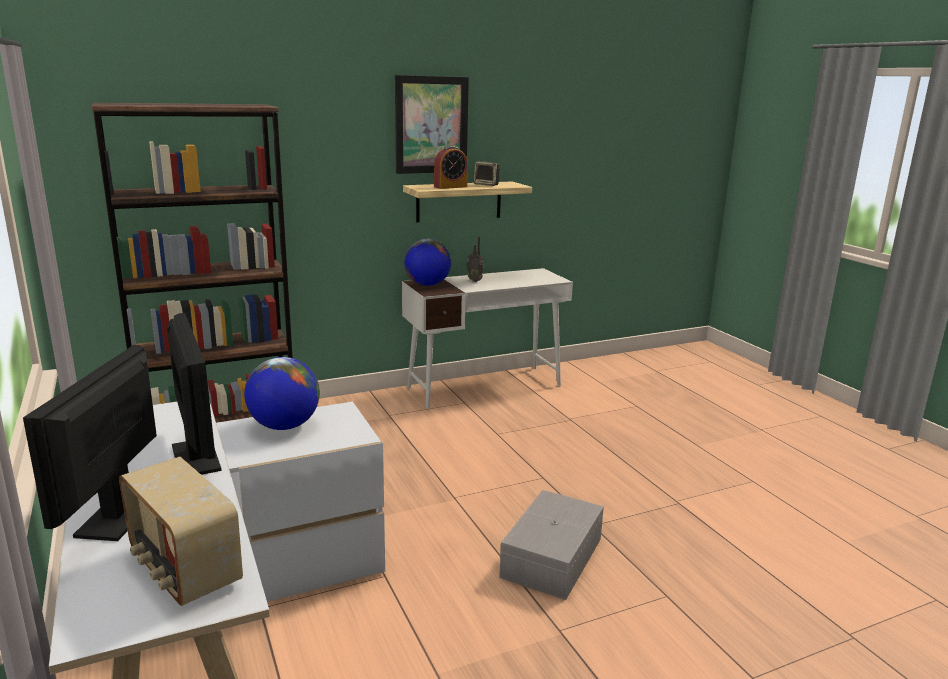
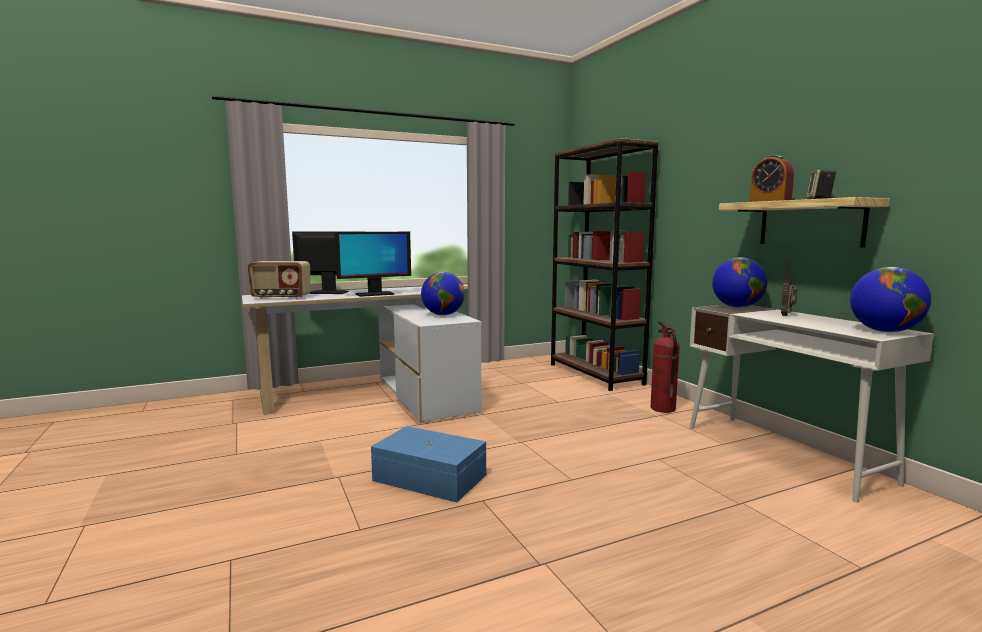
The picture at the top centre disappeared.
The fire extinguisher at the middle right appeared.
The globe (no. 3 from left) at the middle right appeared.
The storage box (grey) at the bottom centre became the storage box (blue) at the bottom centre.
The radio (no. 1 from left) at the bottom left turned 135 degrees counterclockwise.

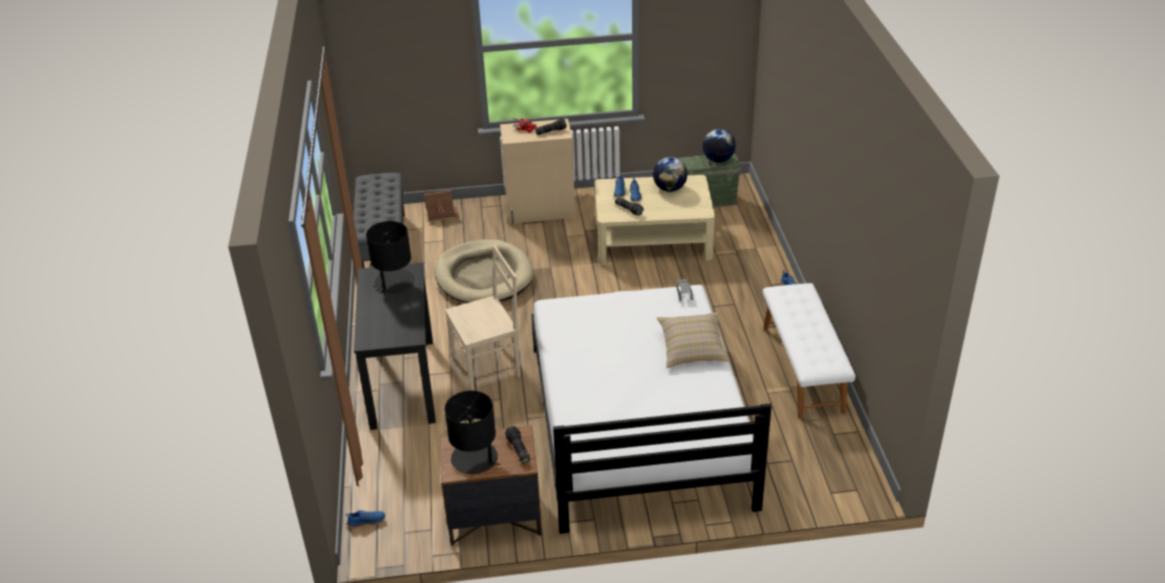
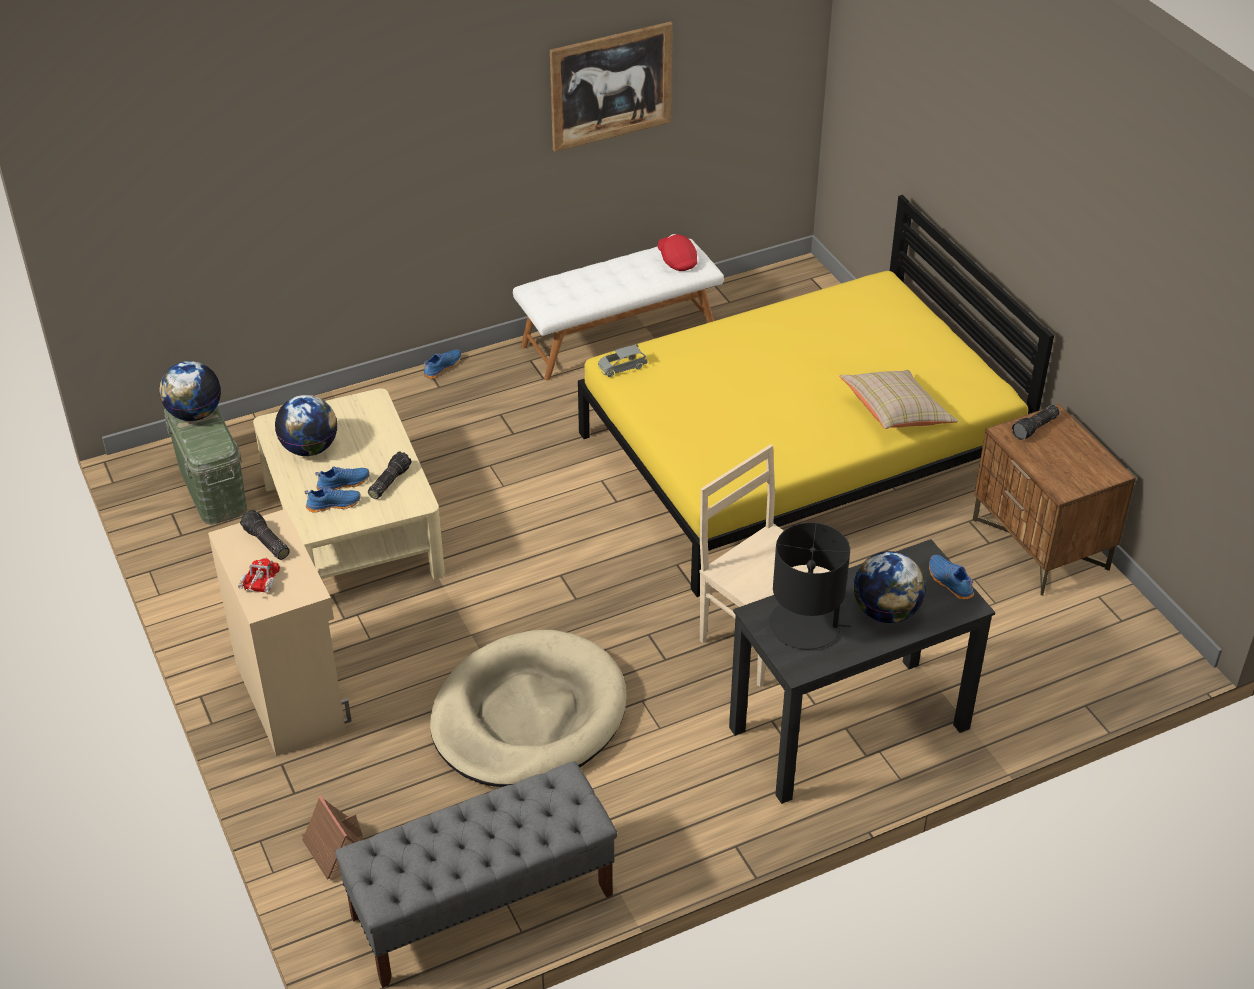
The table lamp (black) (no. 2 from left) at the bottom centre disappeared.
The picture at the top centre appeared.
The cap (red) at the top centre appeared.
The globe (no. 3 from left) at the middle right appeared.
The shoe (blue) (no. 1 from left in the first image) moved from the bottom left to the middle right.
The pillow (beige) moved from the centre to the middle right.
The bed (white) at the bottom centre became the bed (yellow) at the centre.

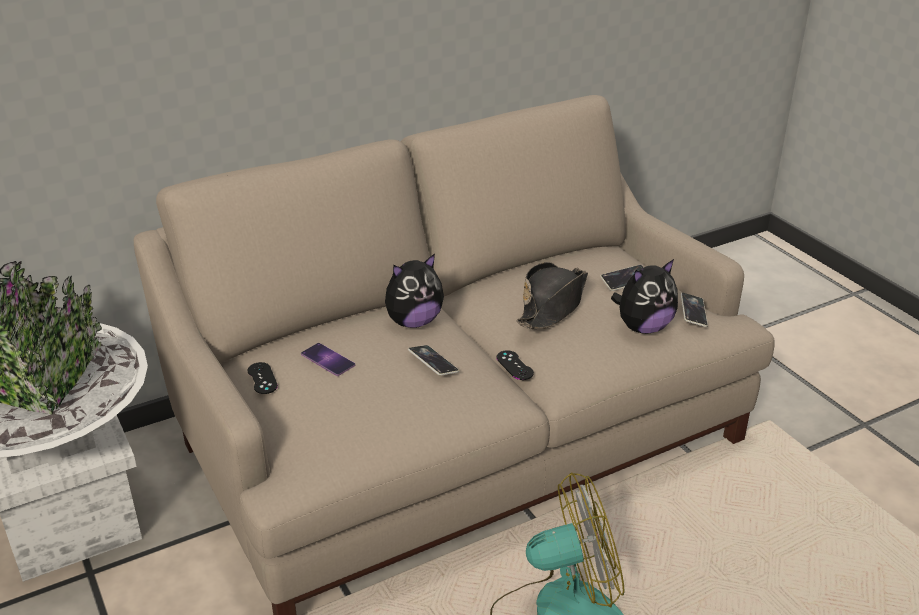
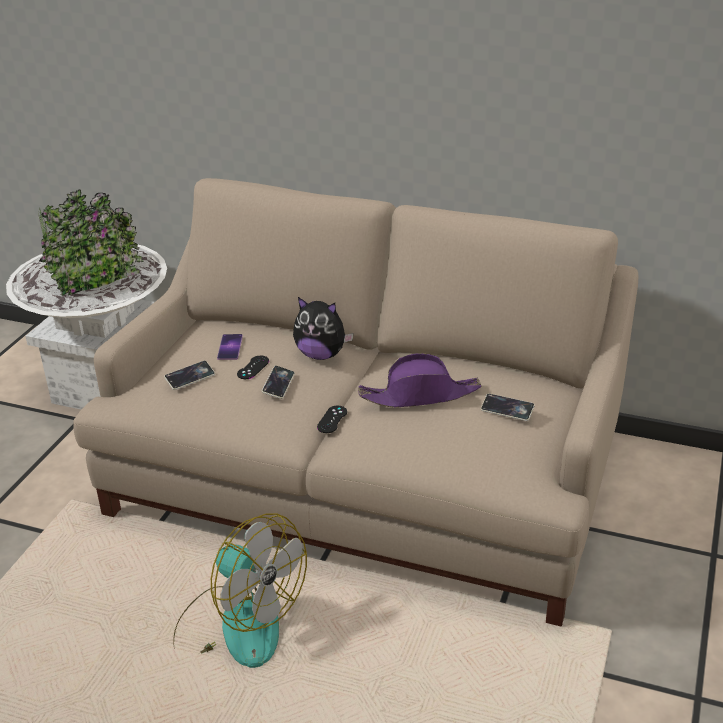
The plush toy (no. 2 from left) at the middle right disappeared.
The game controller (black) (no. 1 from left) moved from the middle left to the centre.
The phone (no. 4 from left in the first image) moved from the middle right to the middle left.
The hat (black) at the centre became the hat (purple) at the centre.

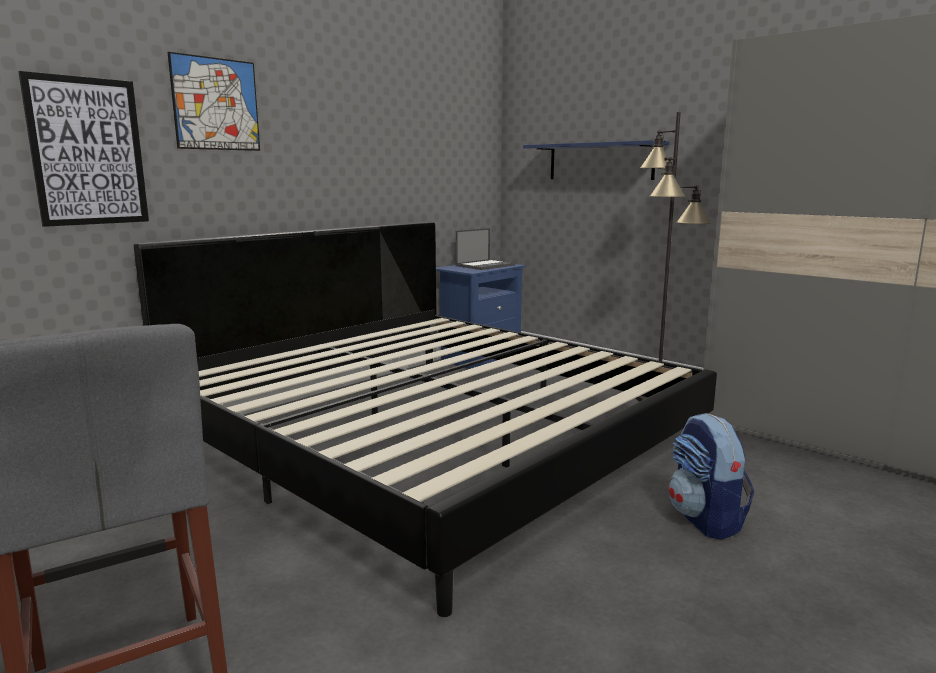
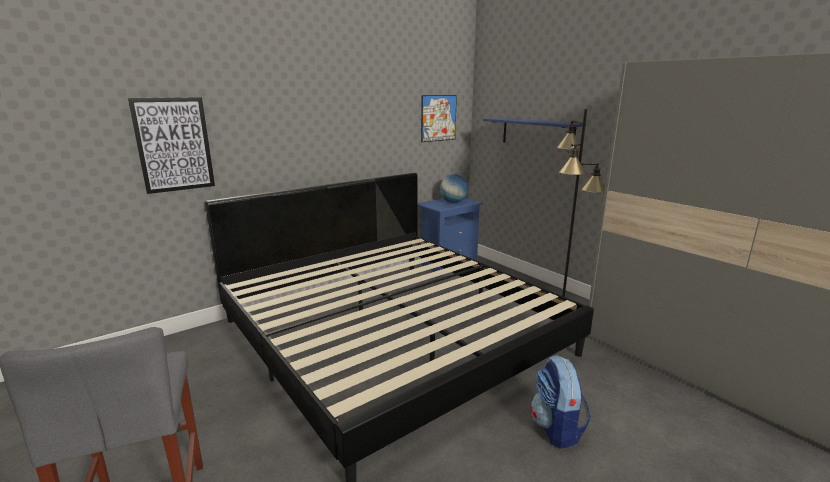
The picture (no. 2 from left) moved from the top left to the top centre.
The laptop at the centre was replaced by the globe at the centre.

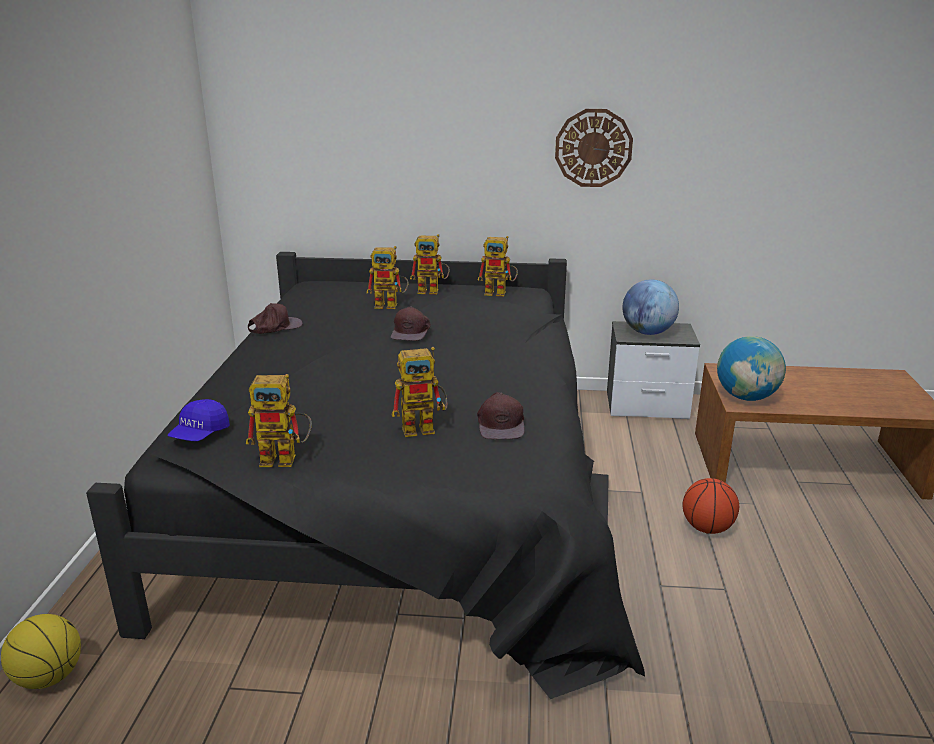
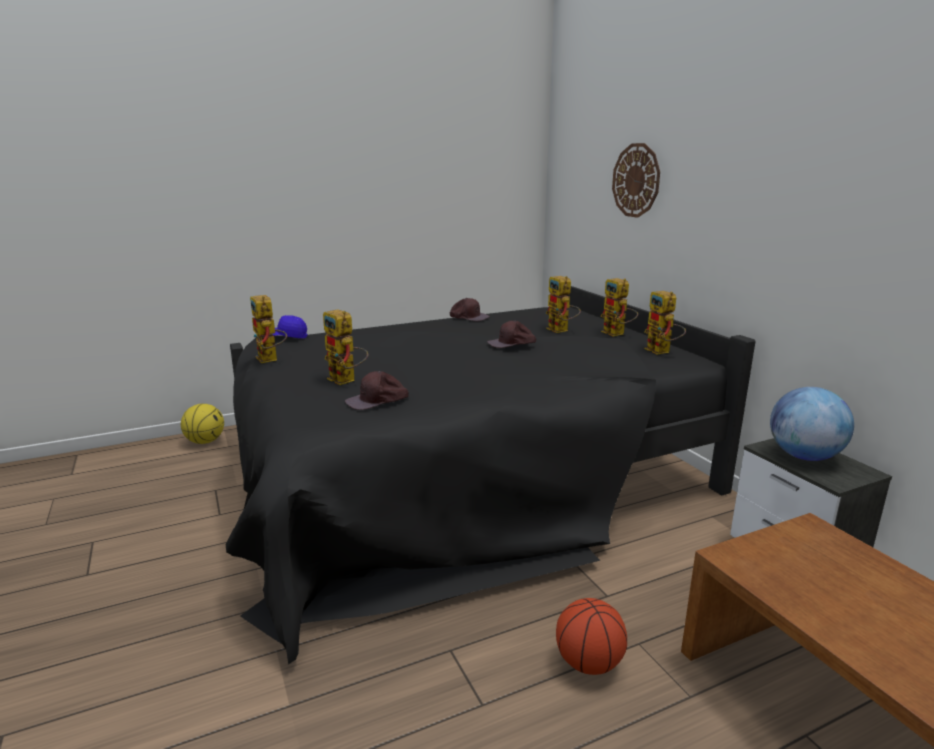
The globe (no. 2 from left) at the middle right disappeared.
The wall clock moved from the top centre to the top right.

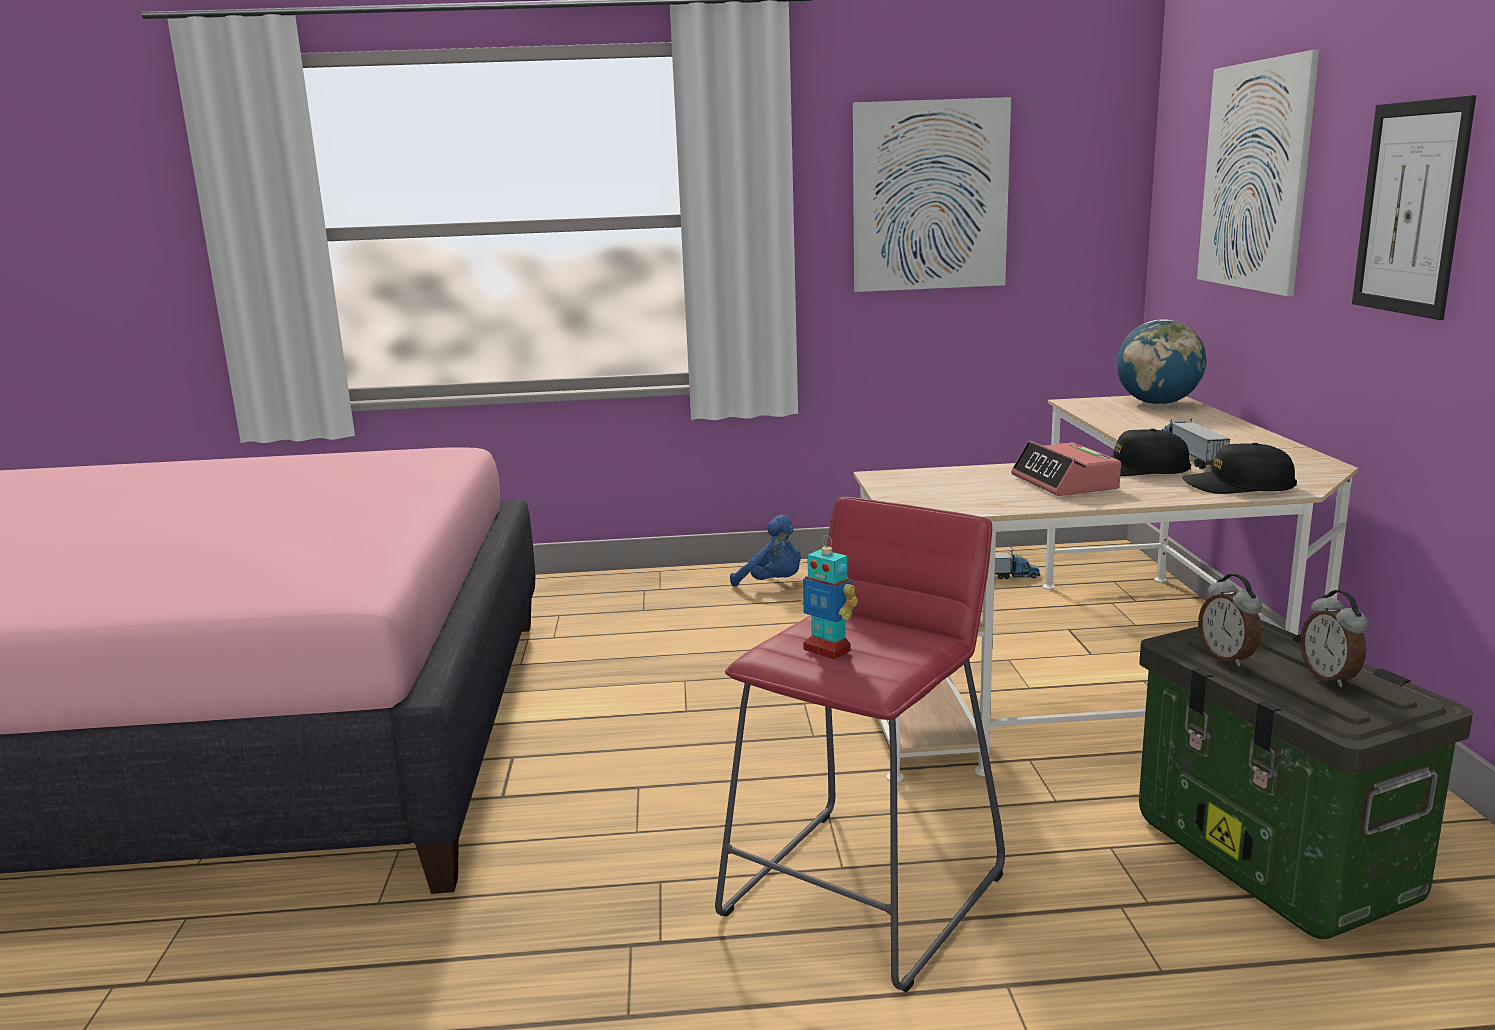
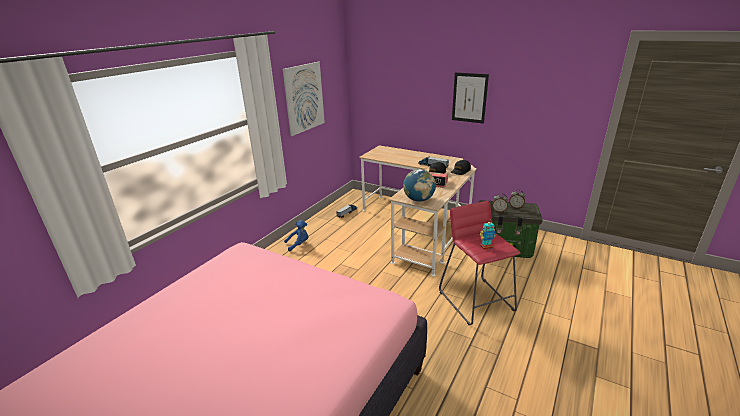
The picture (no. 2 from left) at the top right disappeared.
The globe moved from the middle right to the centre.

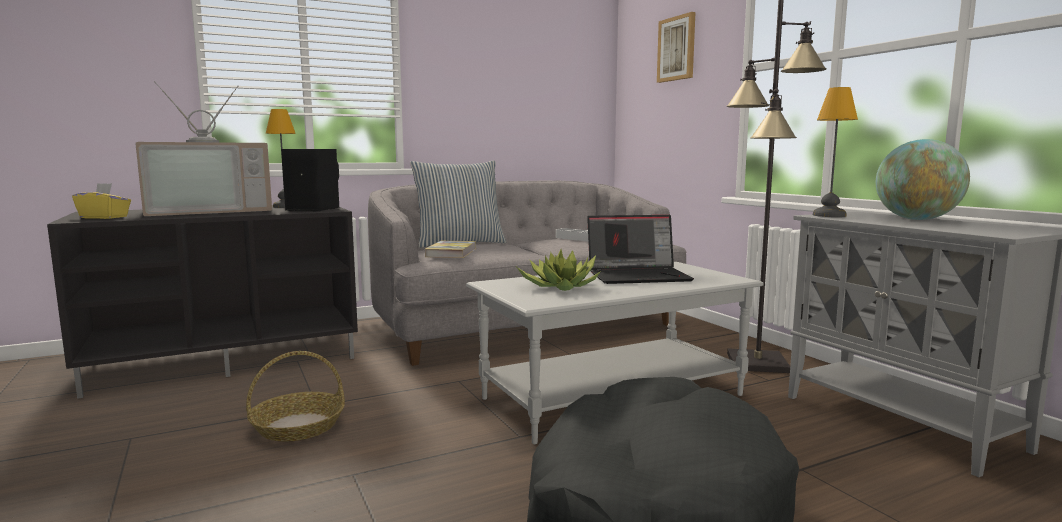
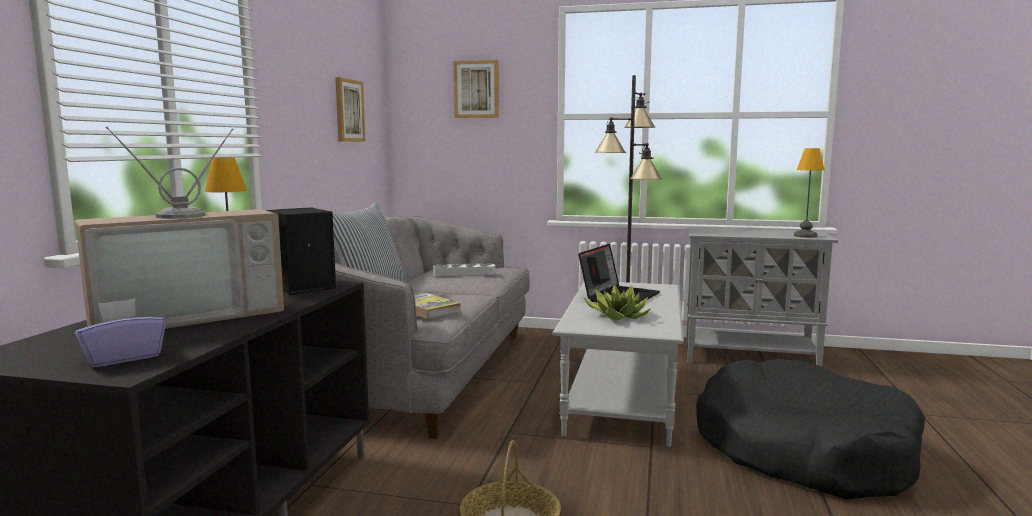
The globe at the middle right disappeared.
The picture (no. 1 from left) at the top centre appeared.
The table lamp (no. 2 from left) moved from the top right to the middle right.
The tissue box (yellow) at the middle left became the tissue box (purple) at the middle left.
The television at the top left turned 45 degrees clockwise.

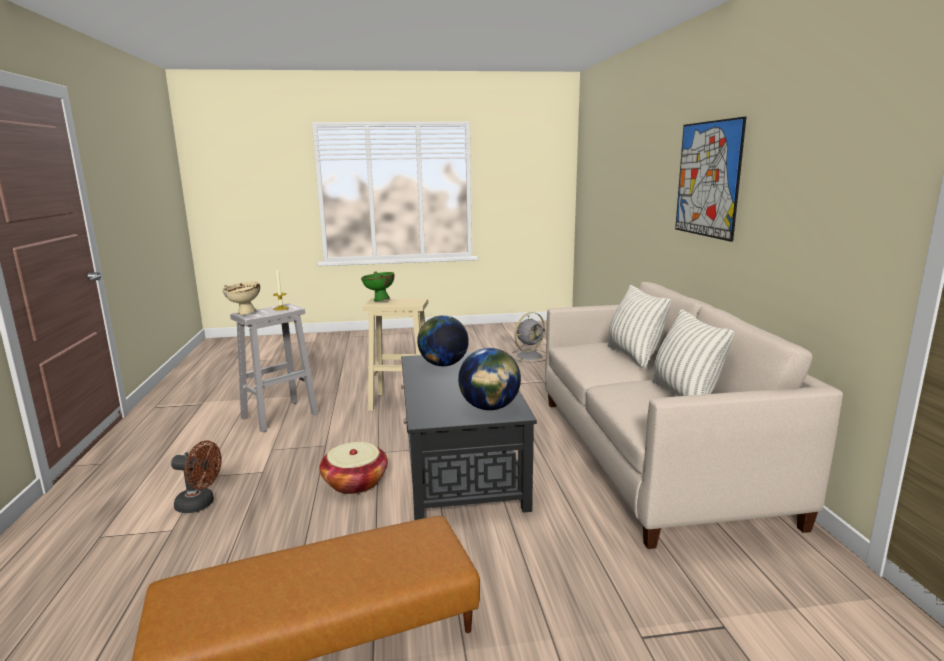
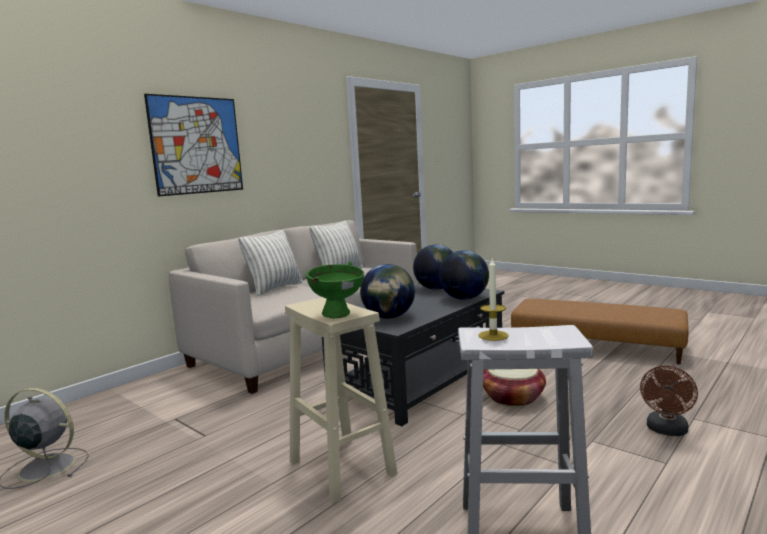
The bowl (beige) at the middle left disappeared.
The globe (no. 3 from left) at the centre appeared.
The fan (brown) at the bottom left turned 120 degrees counterclockwise.

